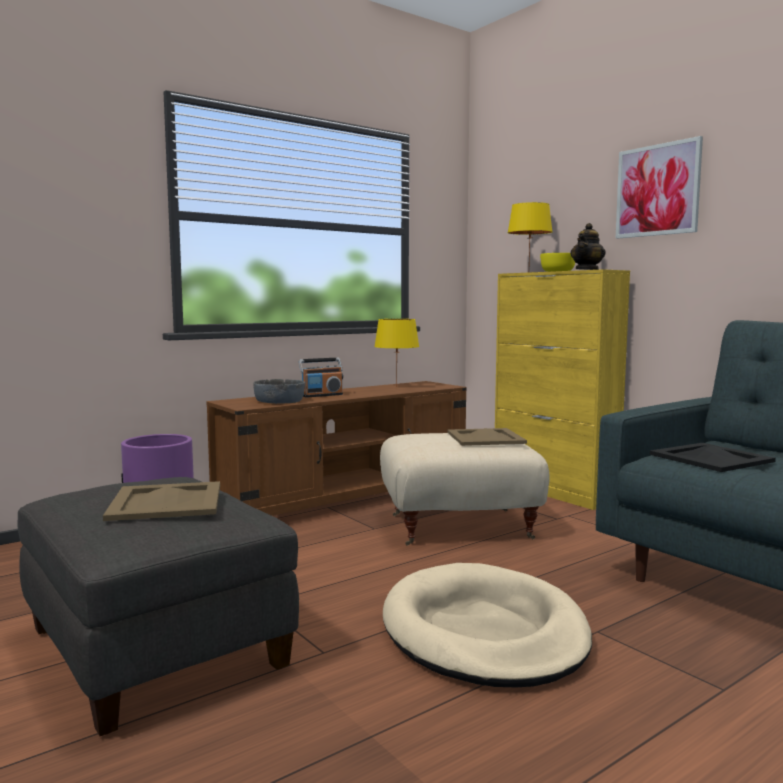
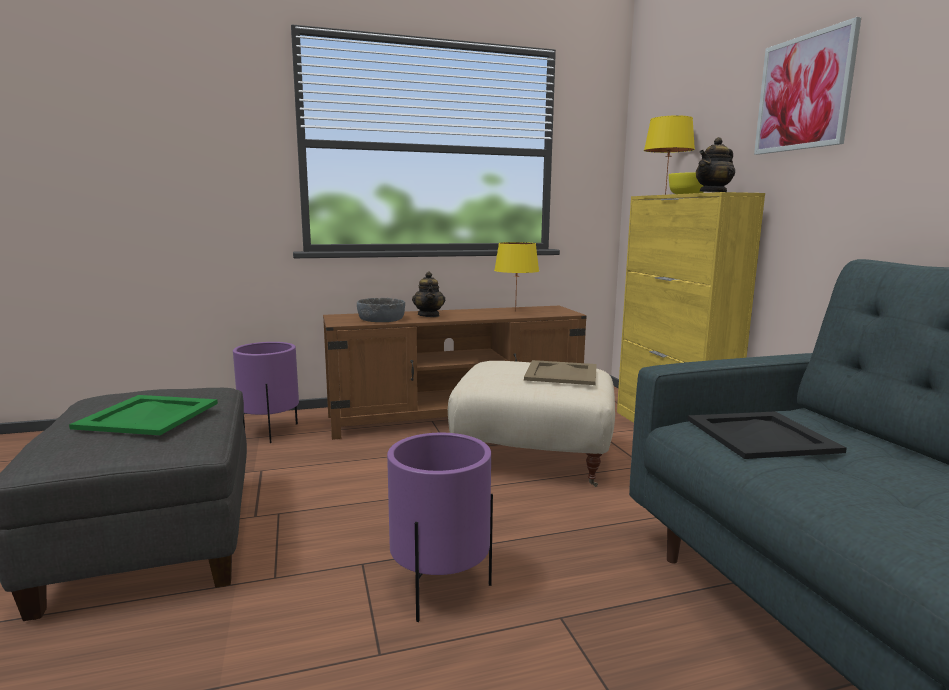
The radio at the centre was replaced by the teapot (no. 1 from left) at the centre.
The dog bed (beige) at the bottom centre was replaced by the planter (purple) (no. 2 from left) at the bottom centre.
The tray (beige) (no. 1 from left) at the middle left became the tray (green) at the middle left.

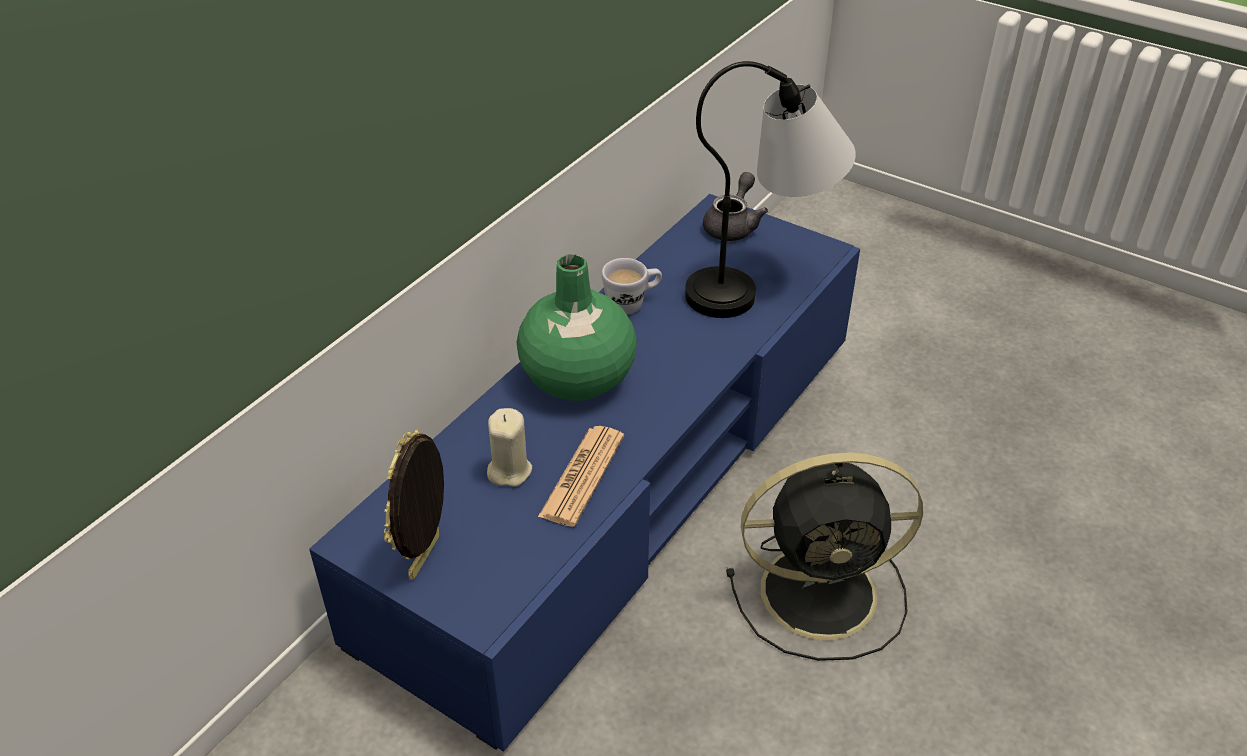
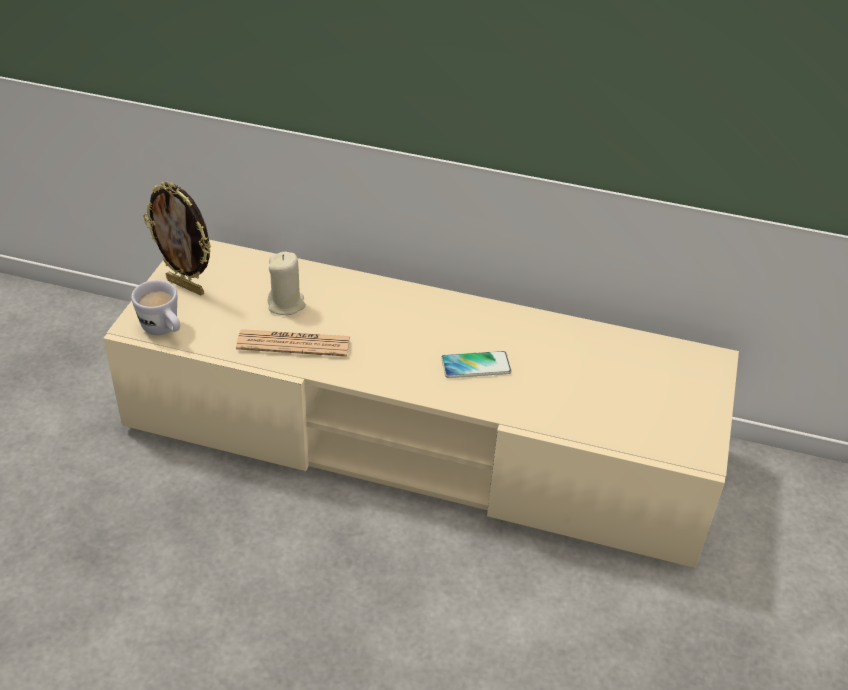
The vase (green) at the centre disappeared.
The table lamp at the top centre disappeared.
The teapot (grey) at the top centre disappeared.
The fan (black) at the bottom centre disappeared.
The phone at the centre appeared.
The mug (white) moved from the centre to the middle left.
The tv stand (blue) at the centre became the tv stand (beige) at the centre.
The picture frame at the bottom left turned 150 degrees counterclockwise.

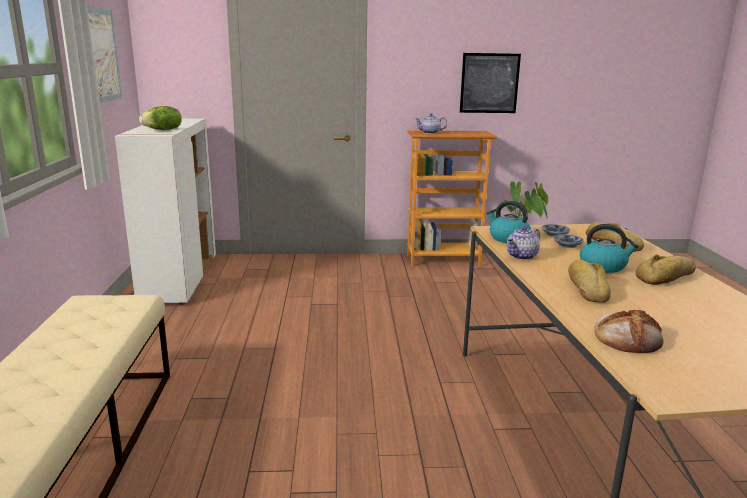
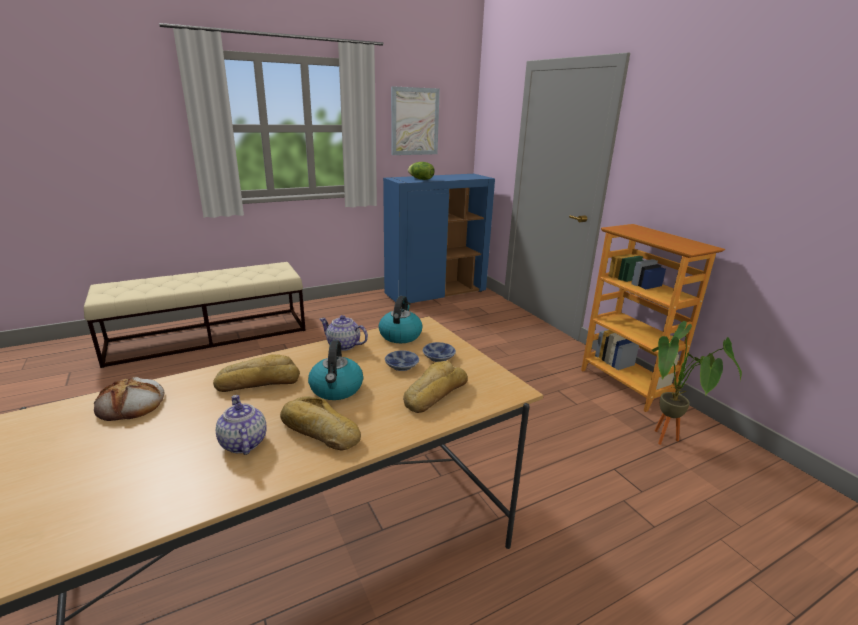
The picture (no. 2 from left) at the top centre disappeared.
The teapot (no. 1 from left) moved from the top centre to the bottom left.
The cabinet (white) at the middle left became the cabinet (blue) at the centre.

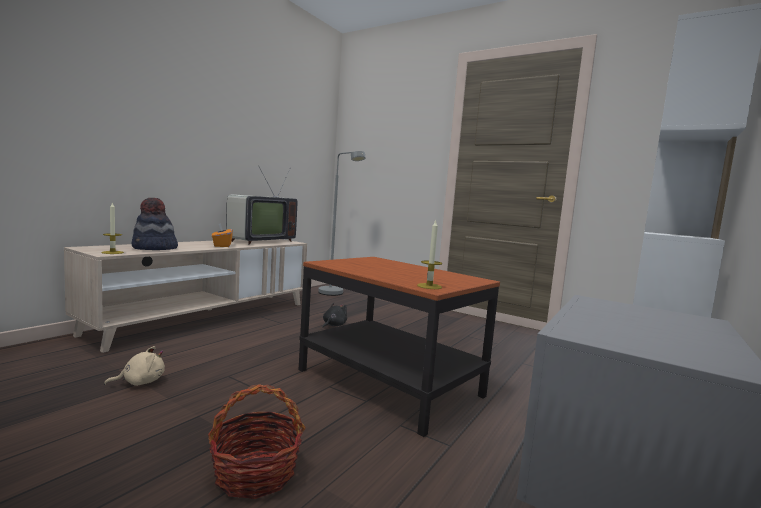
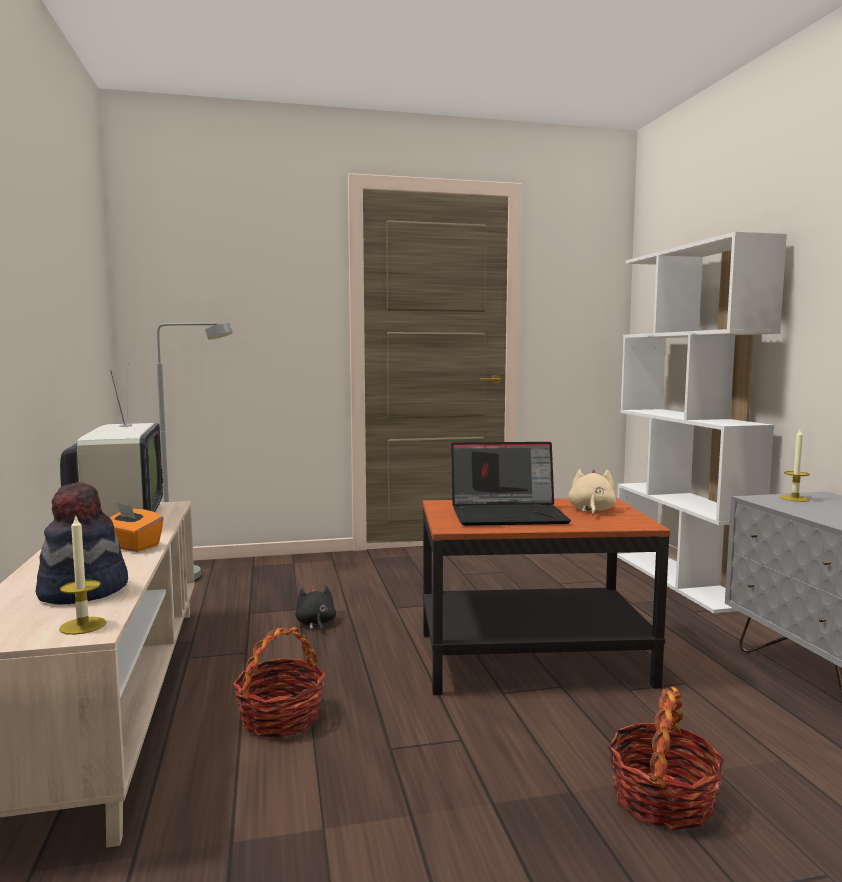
The basket (no. 1 from left) at the bottom left appeared.
The laptop at the centre appeared.
The plush toy (beige) moved from the bottom left to the middle right.
The candle (no. 2 from left) moved from the centre to the middle right.

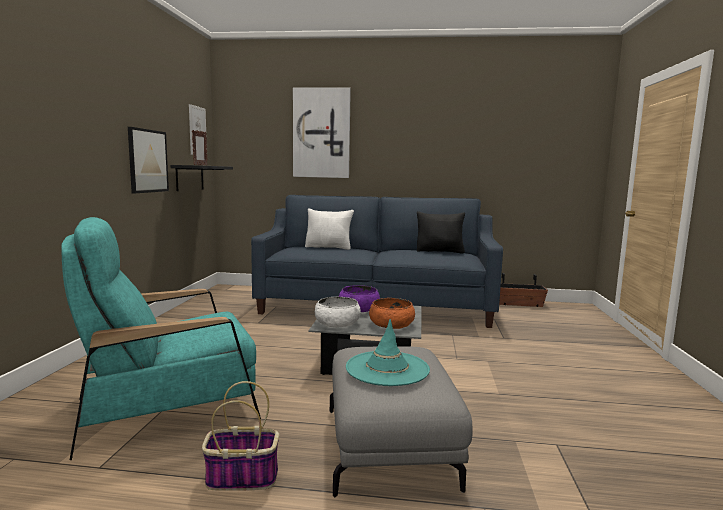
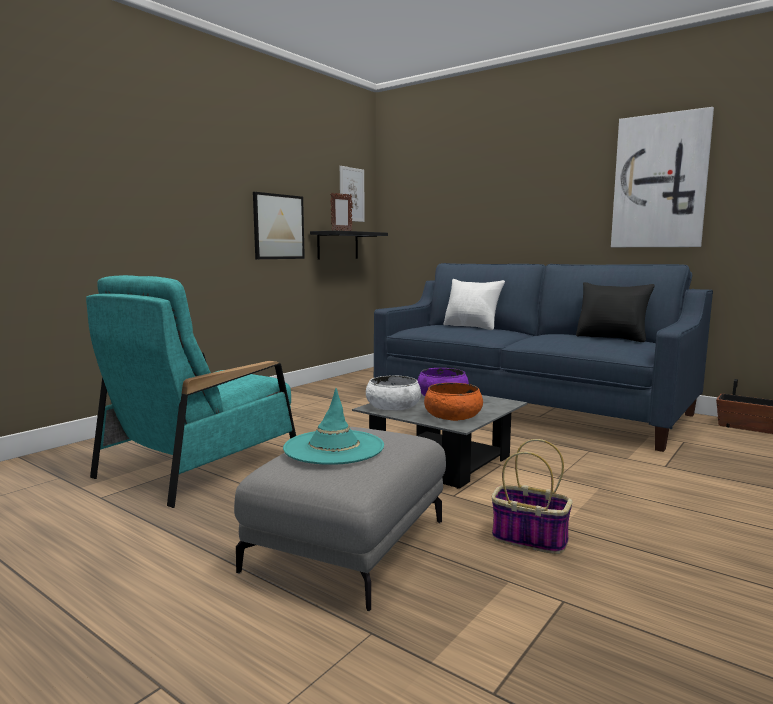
The basket moved from the bottom left to the bottom right.
The picture (no. 3 from left) moved from the top centre to the top right.
The armchair (turquoise) at the middle left turned 60 degrees counterclockwise.

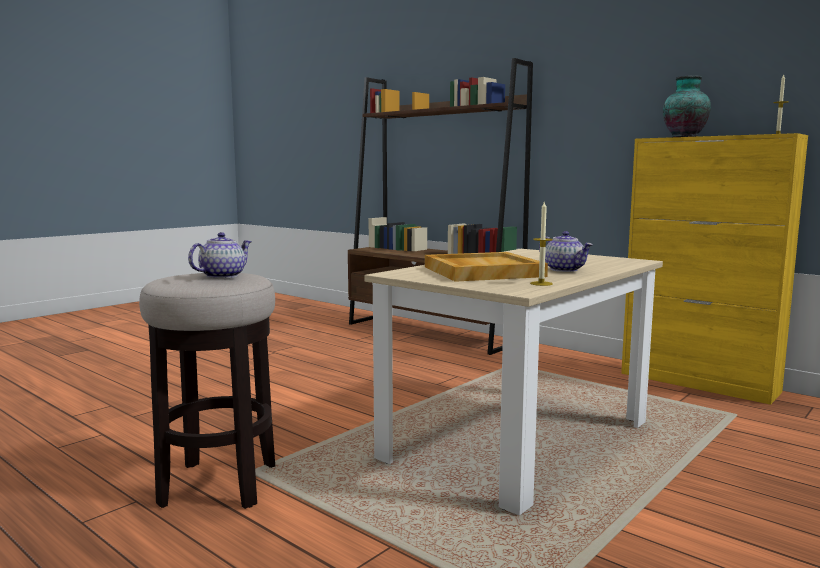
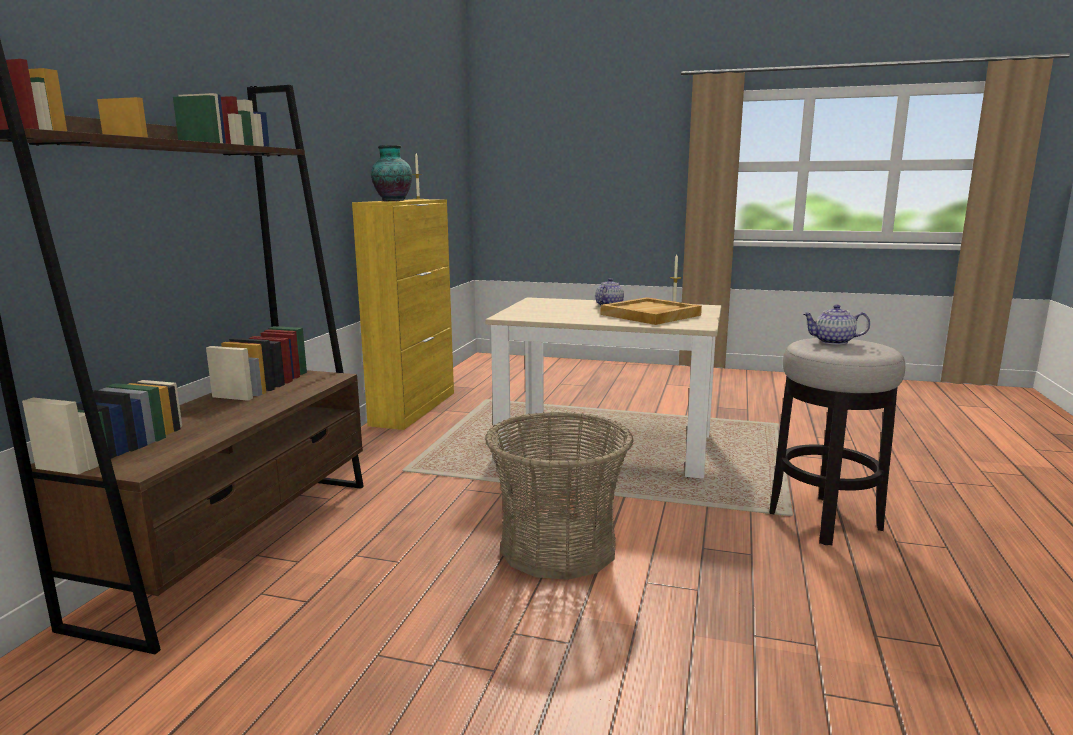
The basket at the bottom centre appeared.

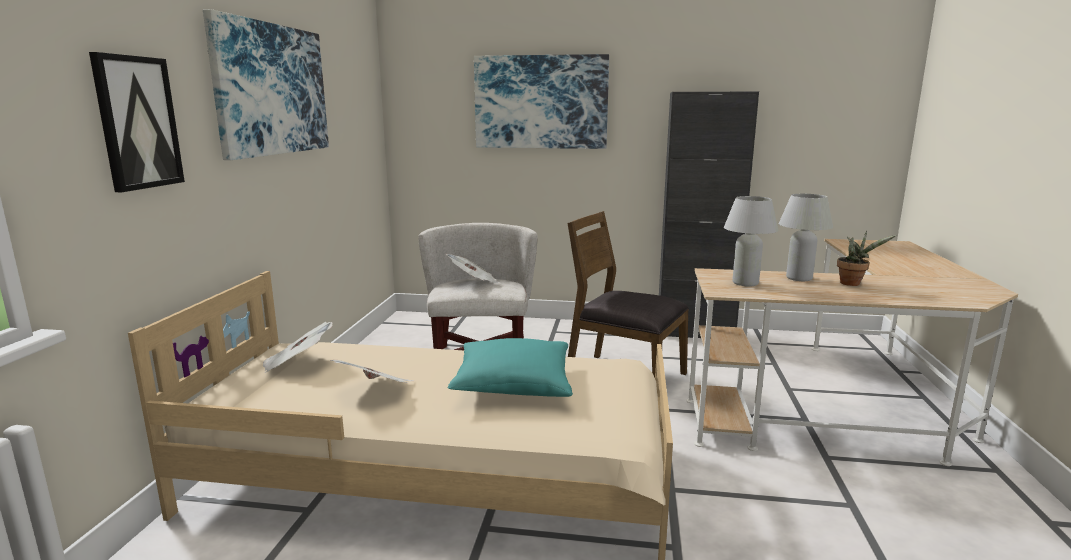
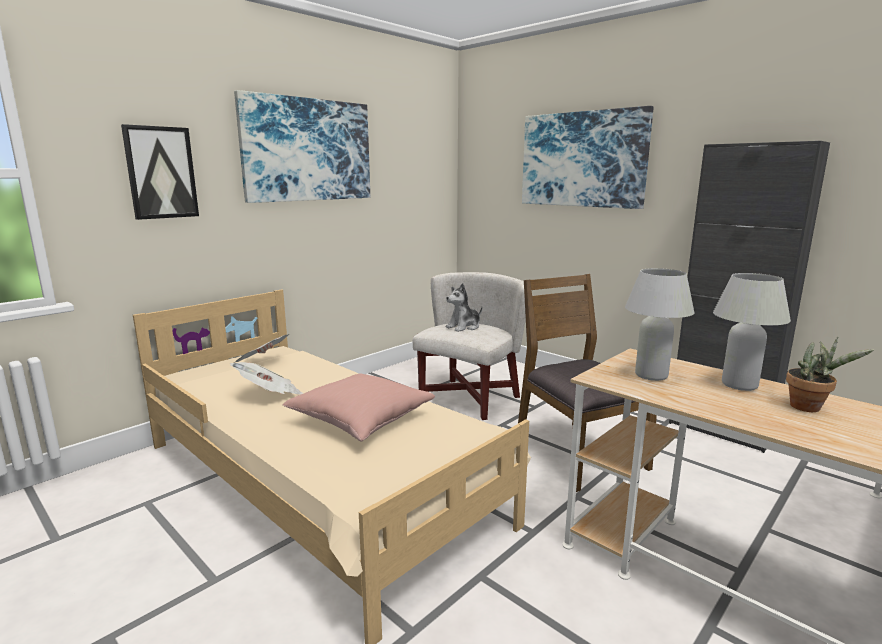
The newspaper (no. 3 from left) at the centre was replaced by the plush toy at the centre.
The pillow (turquoise) at the centre became the pillow (pink) at the centre.

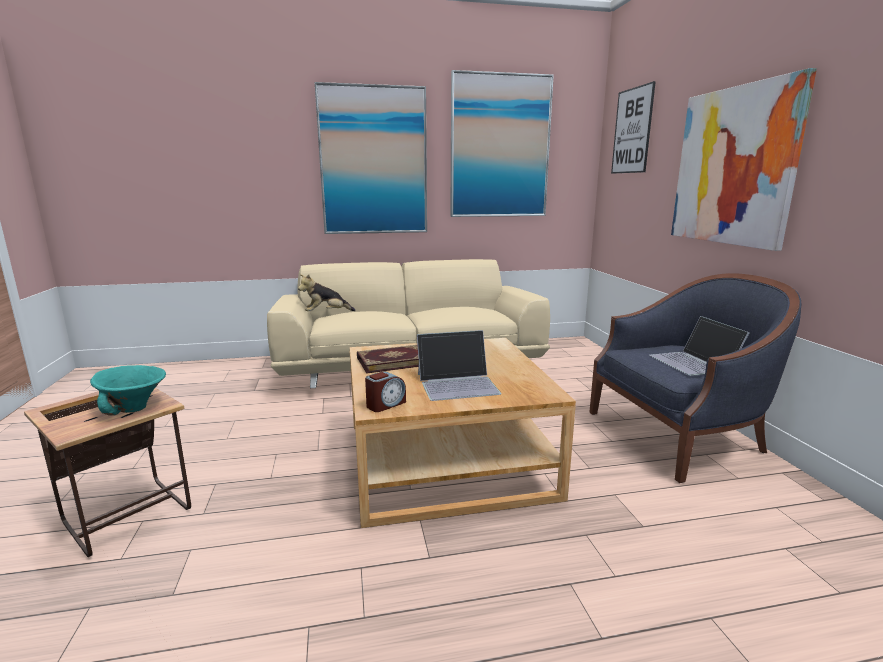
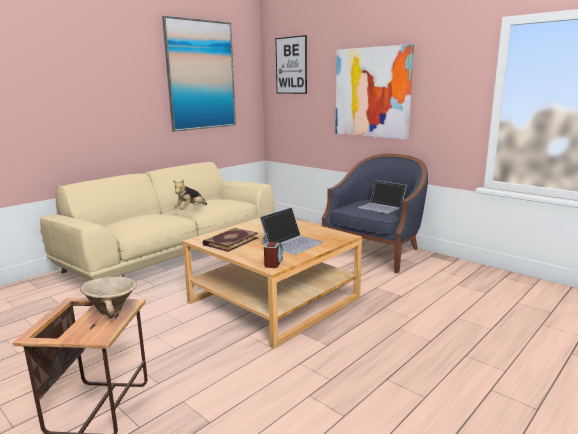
The picture (no. 1 from left) at the top centre disappeared.
The plush toy moved from the centre to the middle left.
The bowl (turquoise) at the middle left became the bowl (beige) at the bottom left.

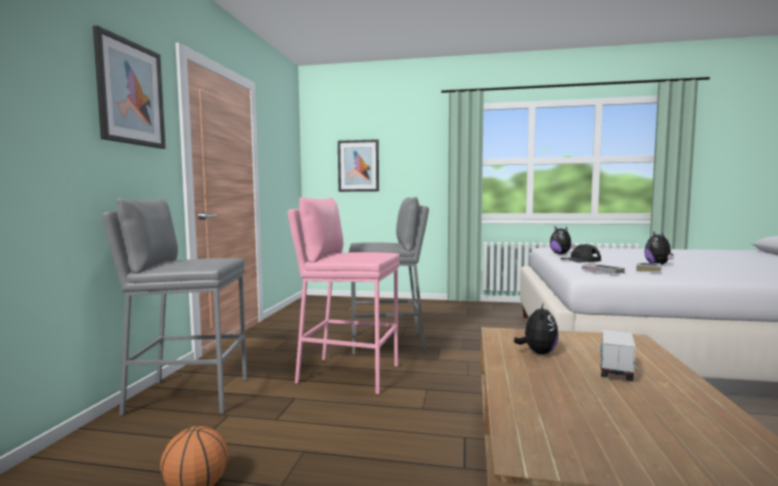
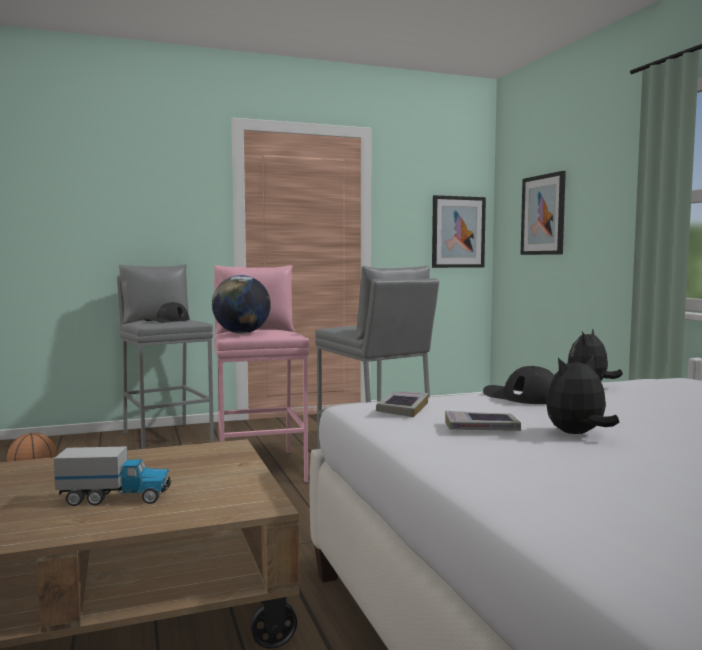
The plush toy (no. 1 from left) at the bottom right disappeared.
The cap (black) (no. 1 from left) at the middle left appeared.
The globe at the centre appeared.
The picture (no. 1 from left) moved from the top left to the centre.

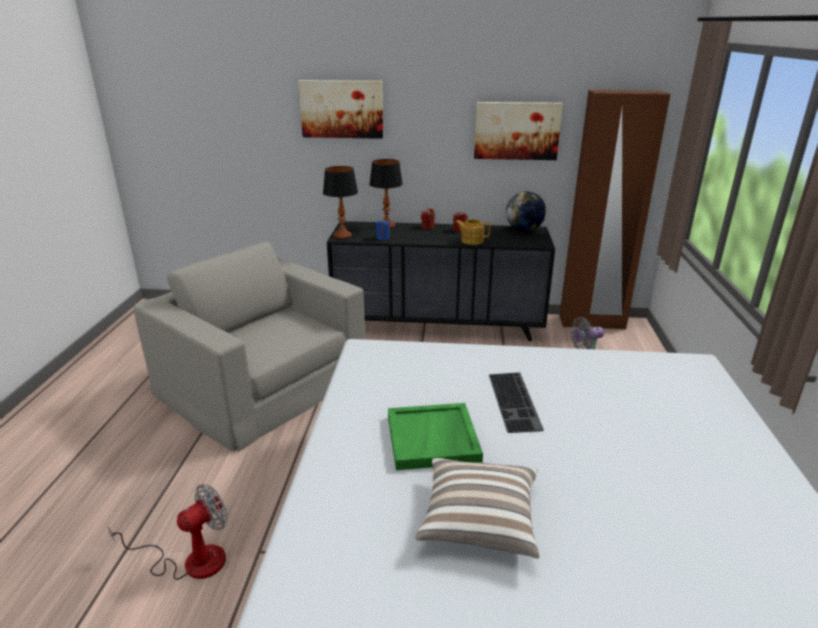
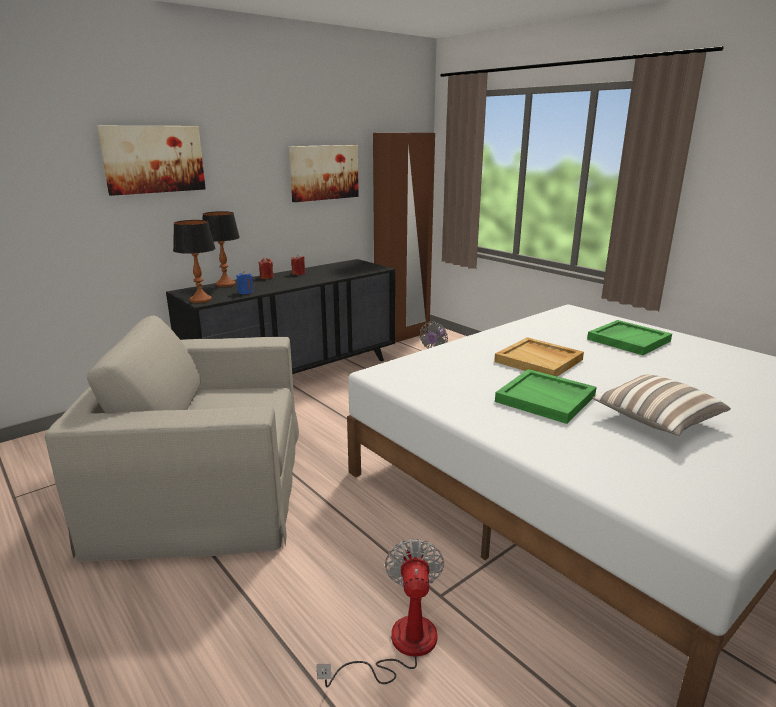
The teapot at the centre disappeared.
The globe at the centre disappeared.
The tray (green) (no. 2 from left) at the middle right appeared.
The keyboard at the centre was replaced by the tray (beige) at the middle right.

